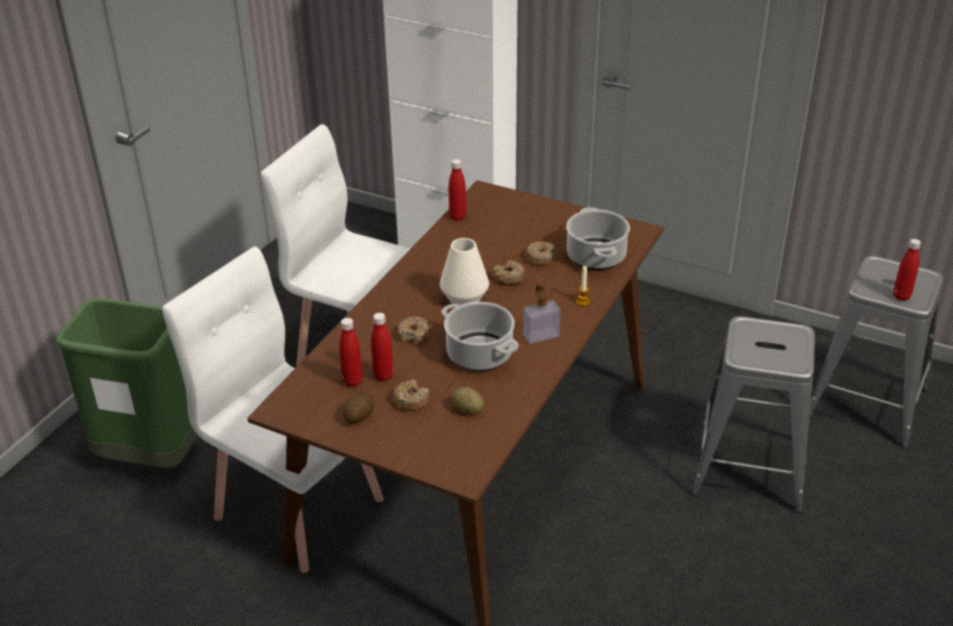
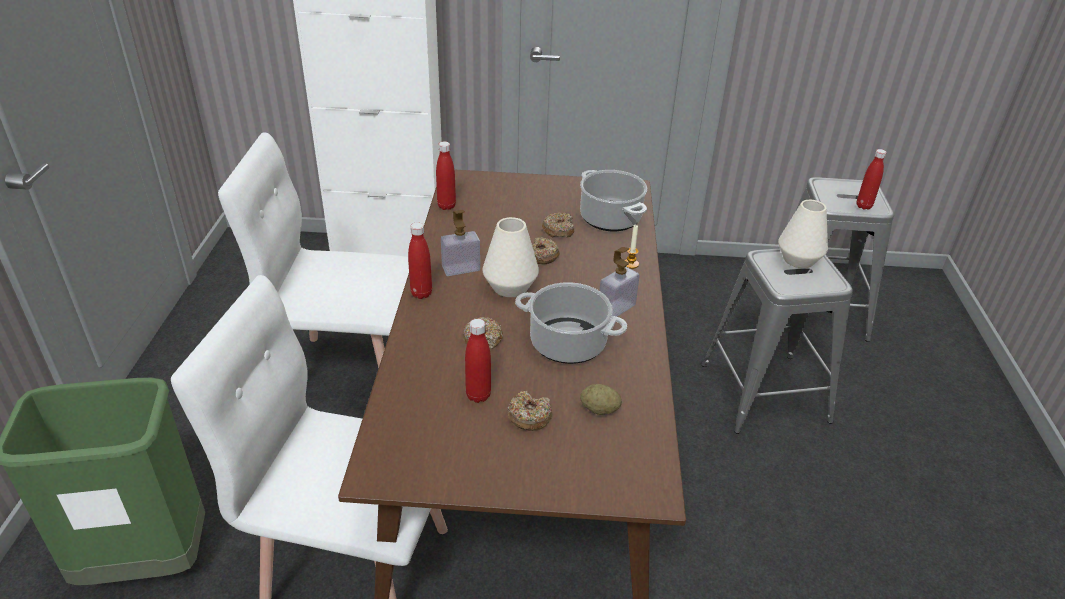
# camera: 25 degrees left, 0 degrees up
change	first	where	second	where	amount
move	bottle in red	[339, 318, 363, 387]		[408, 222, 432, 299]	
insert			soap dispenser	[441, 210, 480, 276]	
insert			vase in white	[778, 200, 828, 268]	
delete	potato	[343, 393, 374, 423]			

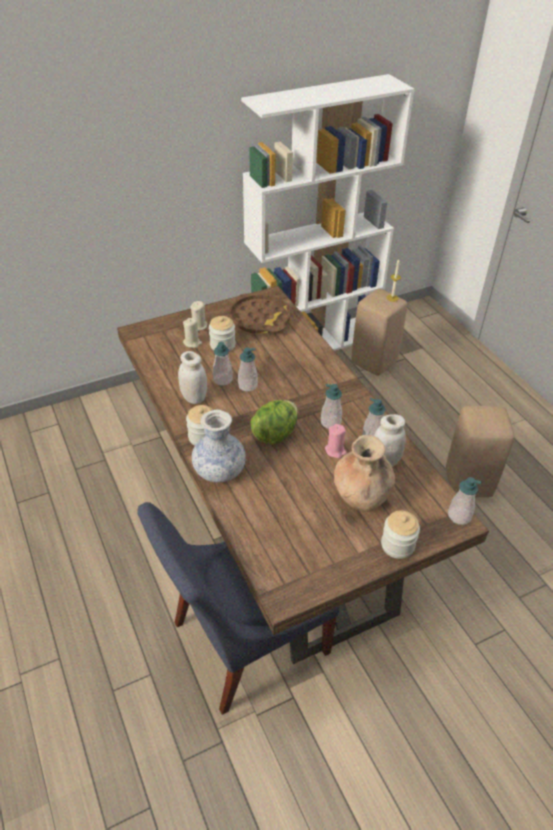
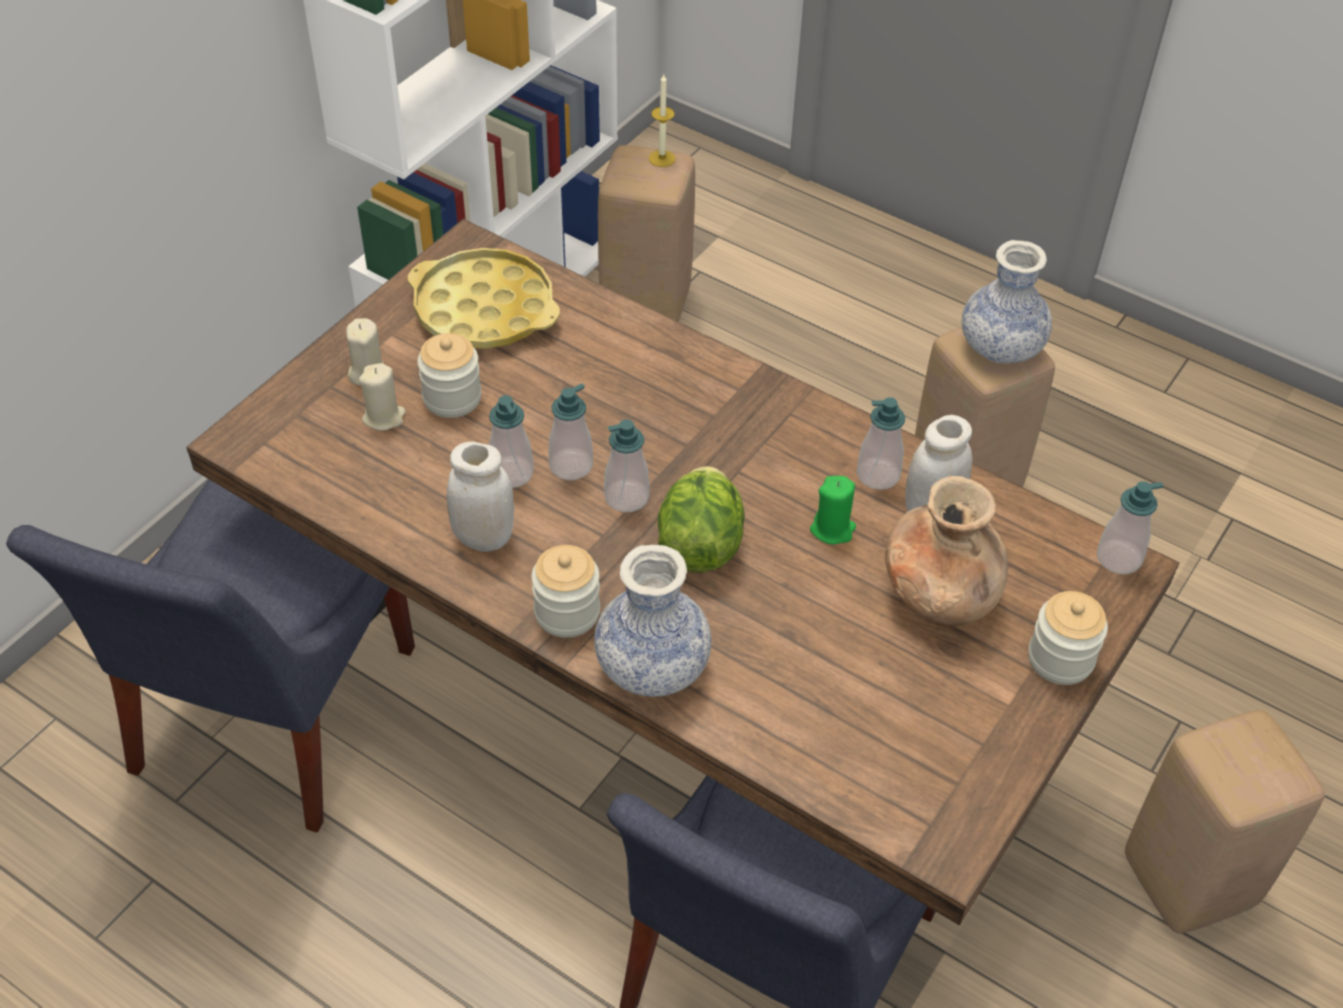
# camera: 30 degrees left, 5 degrees up
change	first	where	second	where	amount
insert			chair in blue	[6, 480, 415, 832]	
recolor	tray in brown	[230, 293, 290, 334]	tray in yellow	[408, 248, 560, 349]	
move	soap dispenser	[321, 384, 342, 429]		[604, 419, 650, 513]	
recolor	candle in pink	[325, 424, 347, 458]	candle in green	[810, 476, 856, 545]	
insert			vase	[962, 240, 1052, 364]	
insert			stool in beige	[1125, 710, 1325, 934]	

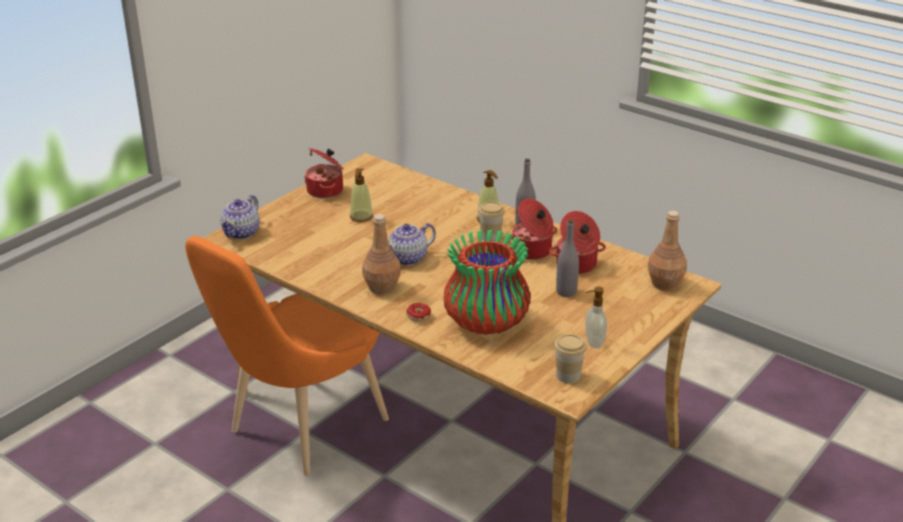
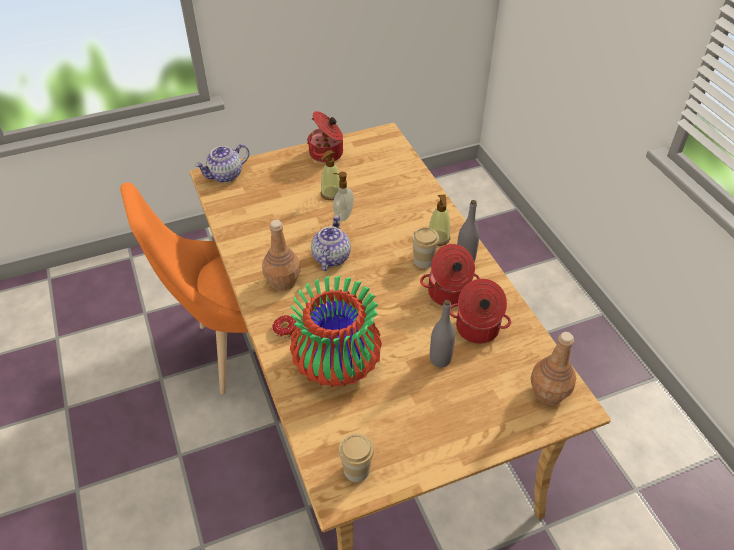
# camera: 30 degrees right, 15 degrees up
change	first	where	second	where	amount
rotate	teapot	[388, 223, 436, 265]		[311, 215, 351, 271]	105 degrees clockwise
move	soap dispenser	[585, 287, 607, 348]		[333, 172, 354, 221]	

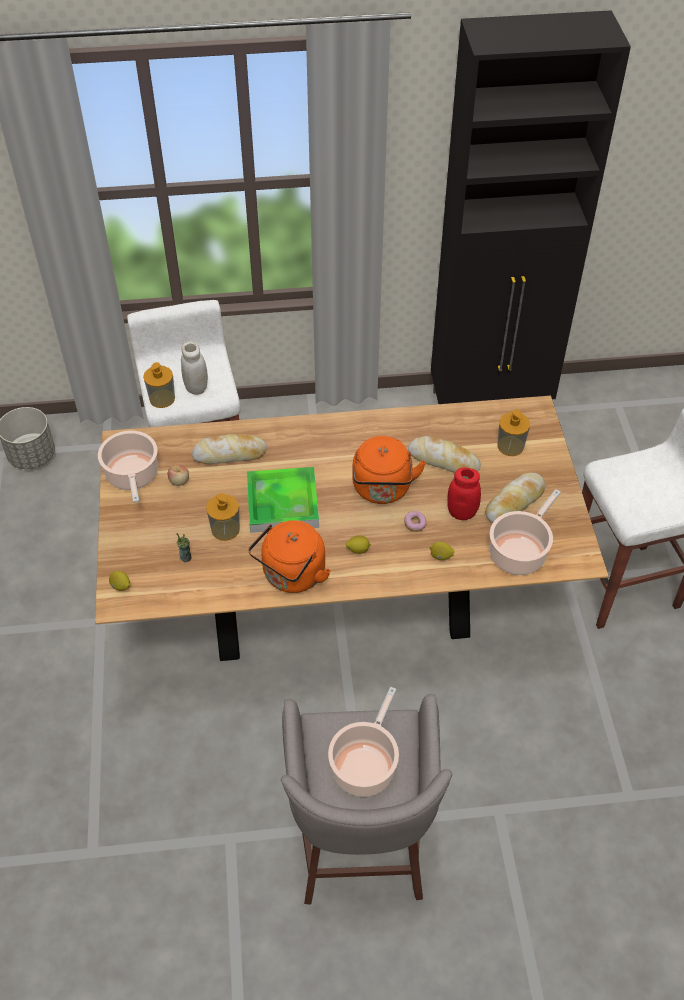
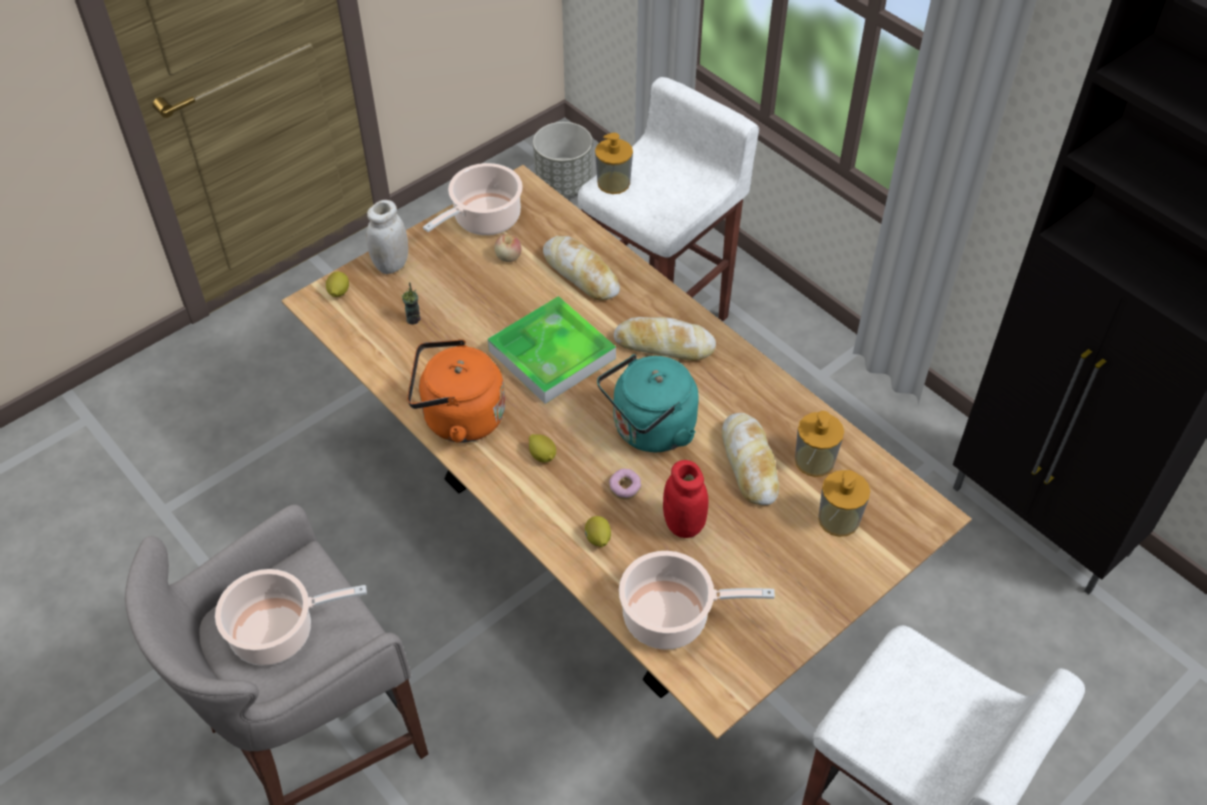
# camera: 55 degrees right, 0 degrees up
change	first	where	second	where	amount
move	jar in white	[181, 341, 208, 395]		[366, 200, 408, 274]	
recolor	kettle in orange	[352, 436, 426, 504]	kettle in turquoise	[597, 354, 699, 452]	
move	bread	[485, 473, 545, 523]		[614, 317, 716, 361]	
move	soap dispenser	[206, 493, 240, 541]		[795, 411, 844, 477]	

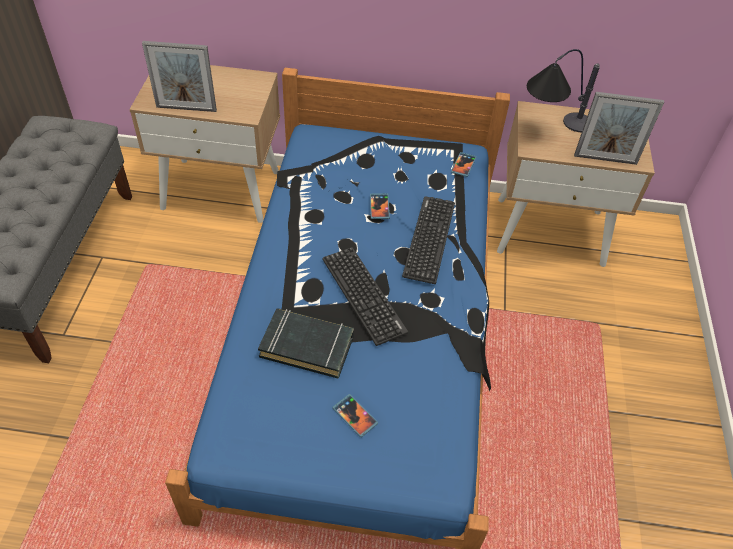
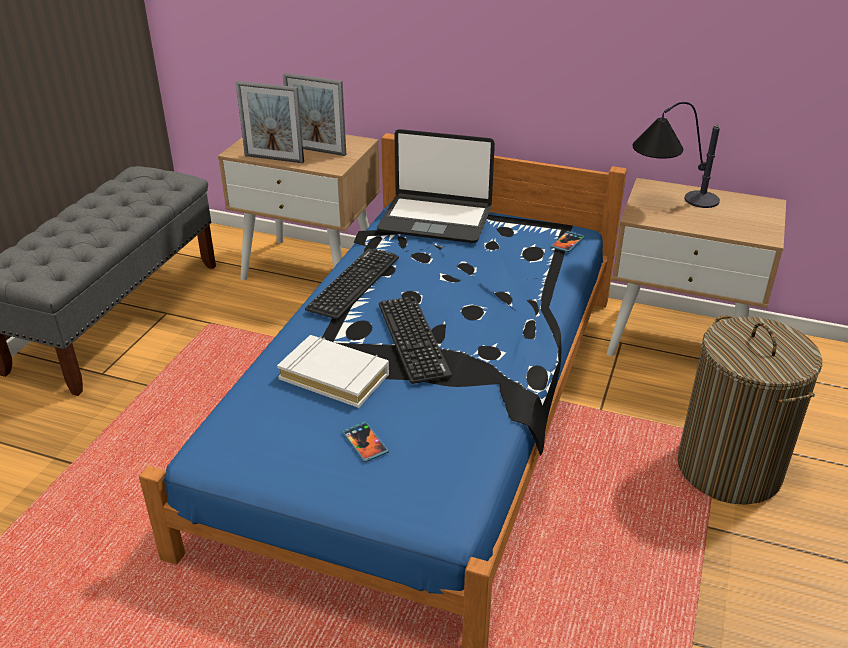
# camera: 15 degrees right, 15 degrees down
change	first	where	second	where	amount
recolor	book in black	[258, 308, 354, 379]	book in white	[277, 335, 389, 408]	
move	picture frame	[574, 92, 664, 165]		[283, 73, 346, 156]	
move	keyboard	[402, 196, 455, 284]		[305, 248, 399, 319]	
insert			laptop	[377, 129, 495, 243]	
insert			laundry basket	[677, 316, 822, 505]	
delete	phone	[370, 193, 390, 219]			

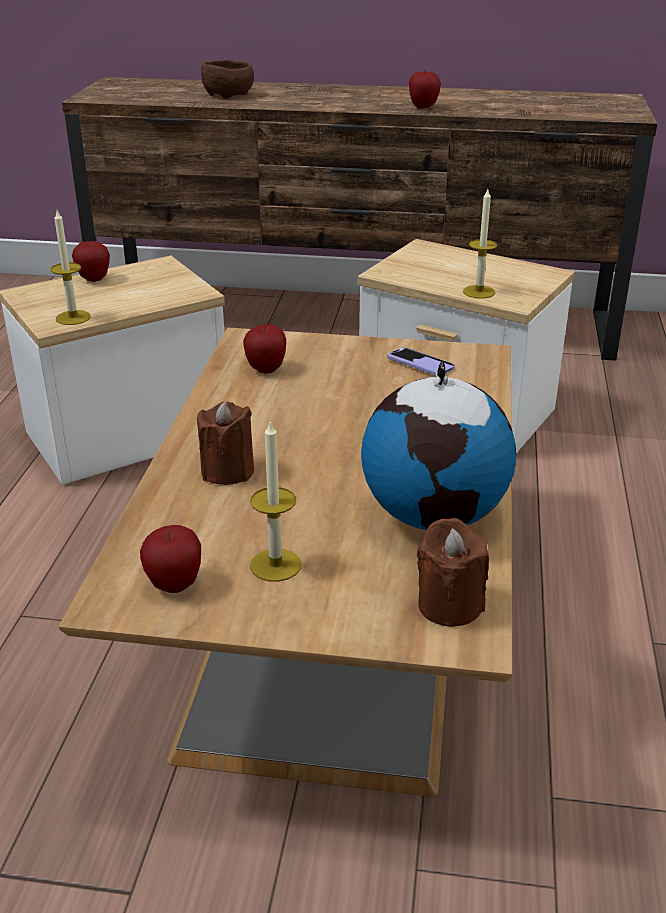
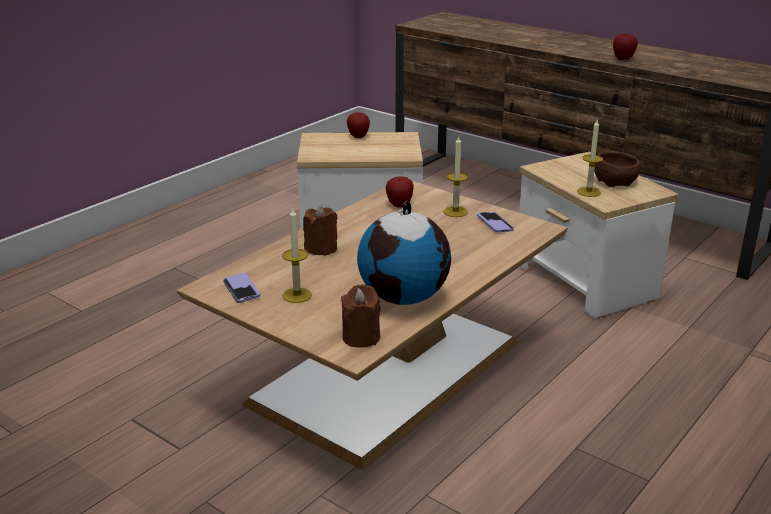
# camera: 30 degrees right, 5 degrees down
change	first	where	second	where	amount
replace	apple	[140, 525, 201, 593]	phone	[223, 273, 260, 303]	
move	candle	[51, 211, 91, 325]		[443, 135, 468, 217]	
move	bowl in brown	[201, 60, 254, 98]		[594, 152, 640, 187]	

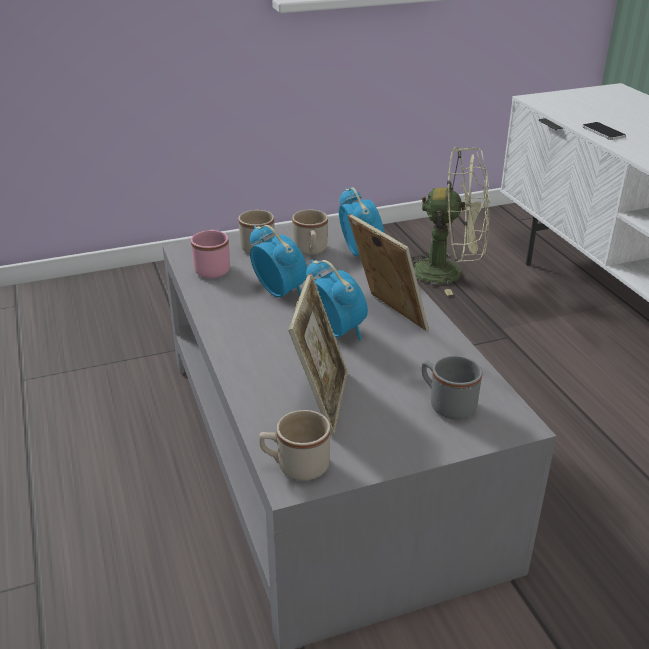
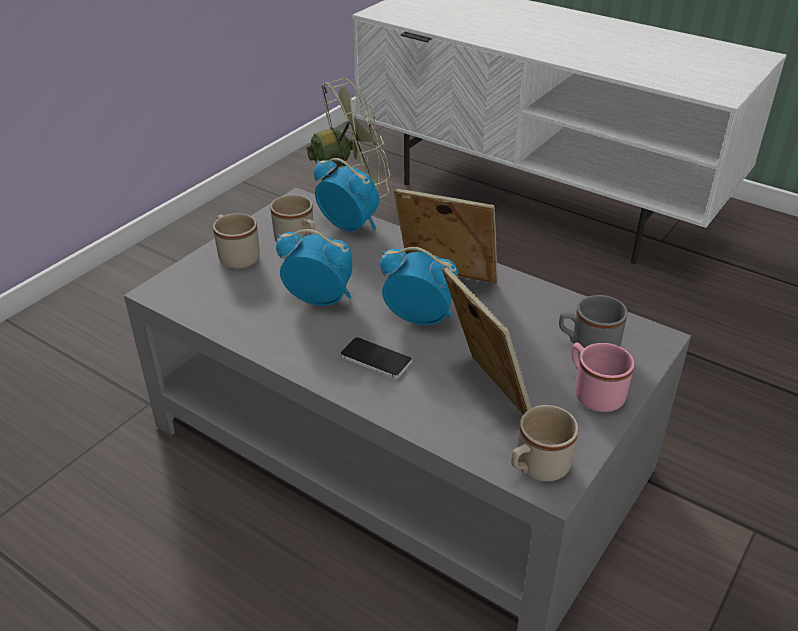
# camera: 35 degrees left, 5 degrees up
change	first	where	second	where	amount
move	phone	[582, 122, 626, 140]		[340, 337, 412, 379]	
move	mug in pink	[191, 230, 230, 278]		[572, 343, 635, 412]	

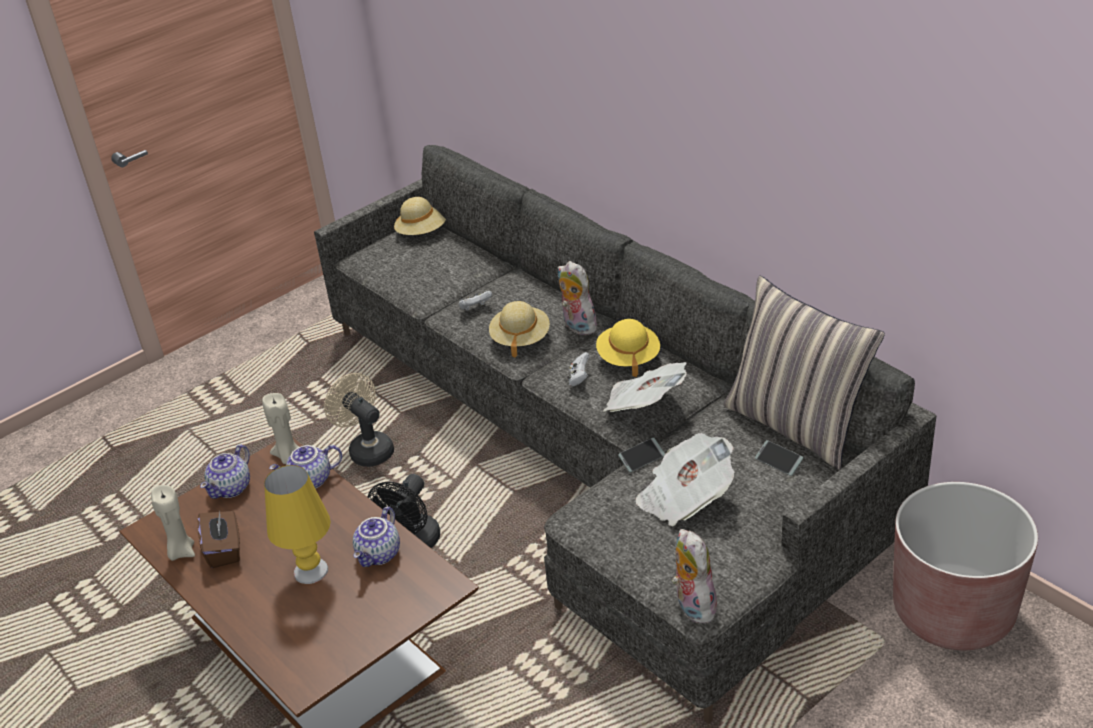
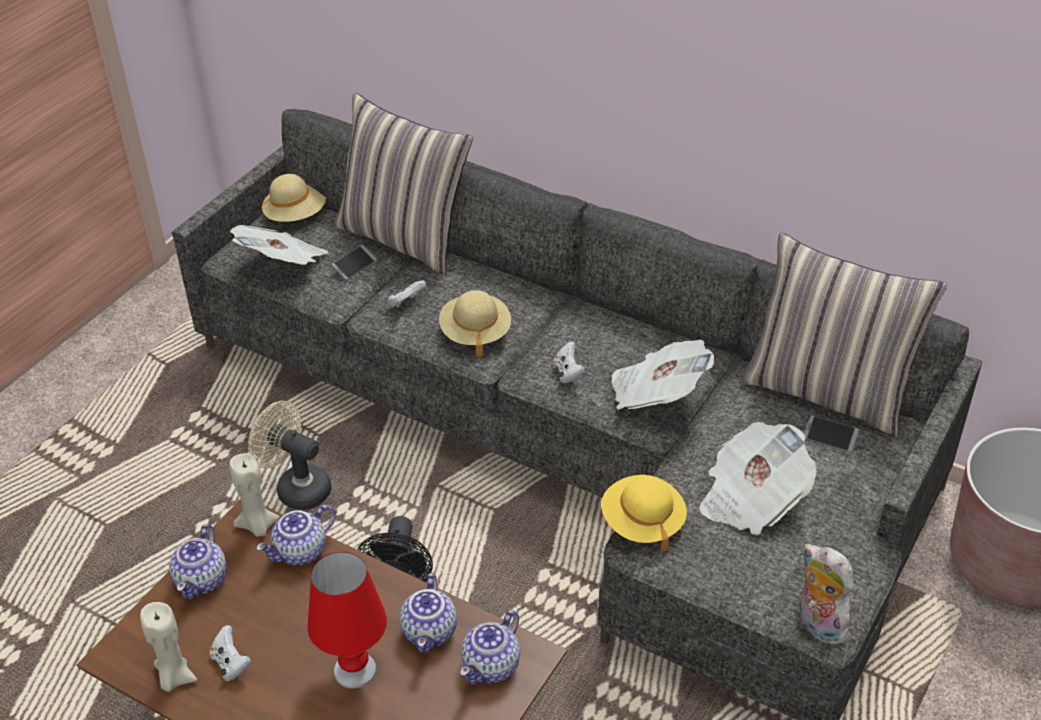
# camera: 20 degrees left, 5 degrees up
change	first	where	second	where	amount
replace	tissue box in brown	[198, 511, 240, 568]	game controller in white	[210, 625, 251, 681]	
insert			newspaper	[230, 225, 328, 265]	
recolor	table lamp in yellow	[264, 465, 331, 584]	table lamp in red	[307, 552, 387, 688]	
move	phone	[618, 438, 665, 472]		[332, 245, 377, 280]	
insert			pillow	[334, 93, 473, 275]	
insert			teapot	[460, 610, 520, 684]	
move	hat in yellow	[596, 319, 660, 377]		[601, 475, 687, 551]	
delete	plush toy	[557, 261, 598, 335]			

